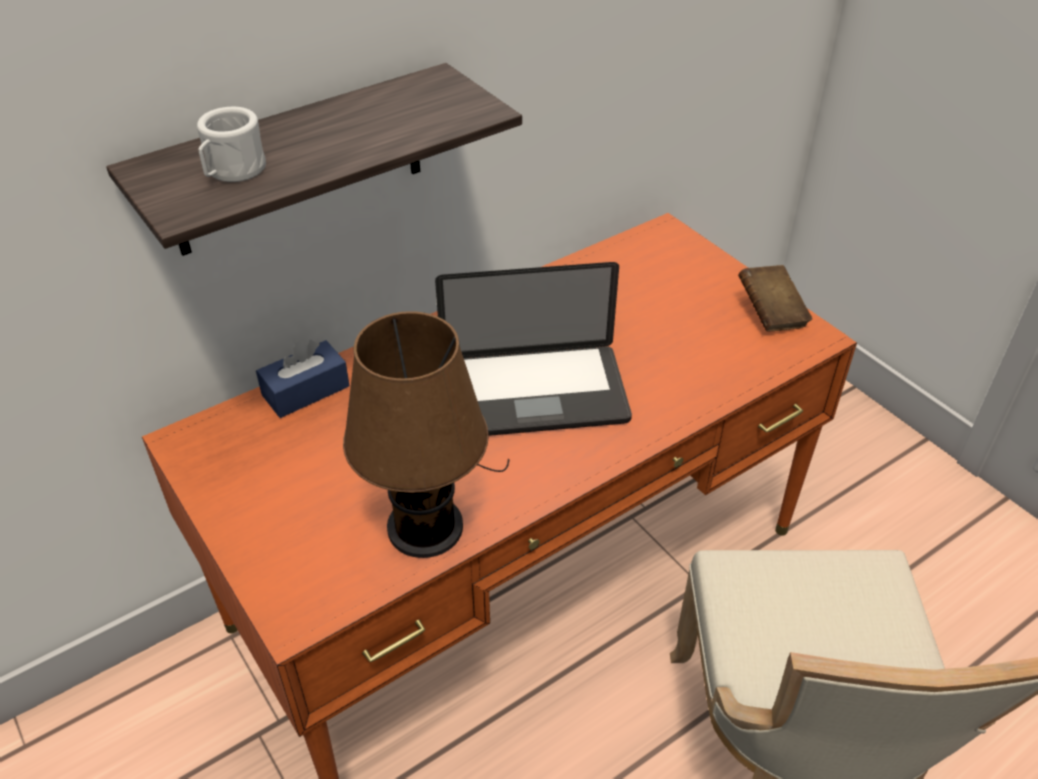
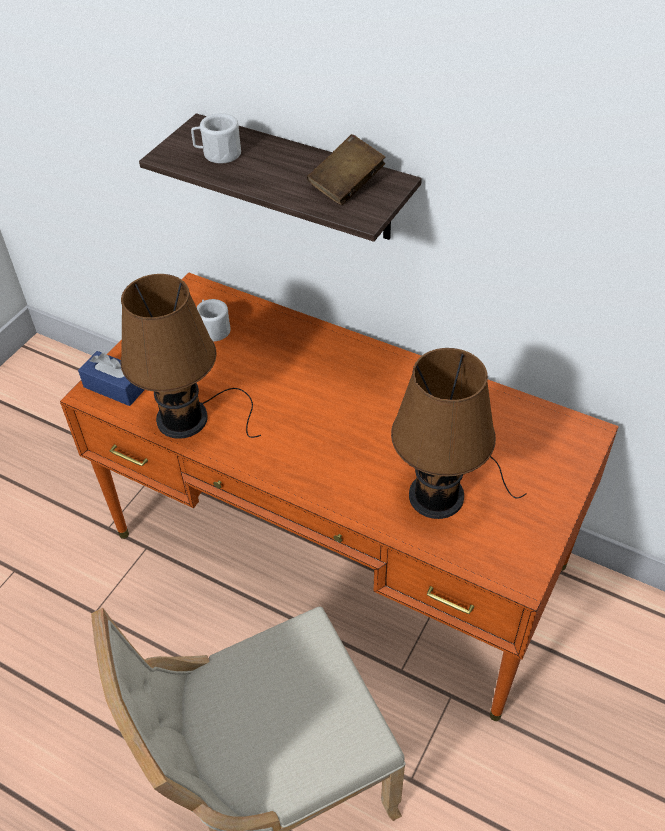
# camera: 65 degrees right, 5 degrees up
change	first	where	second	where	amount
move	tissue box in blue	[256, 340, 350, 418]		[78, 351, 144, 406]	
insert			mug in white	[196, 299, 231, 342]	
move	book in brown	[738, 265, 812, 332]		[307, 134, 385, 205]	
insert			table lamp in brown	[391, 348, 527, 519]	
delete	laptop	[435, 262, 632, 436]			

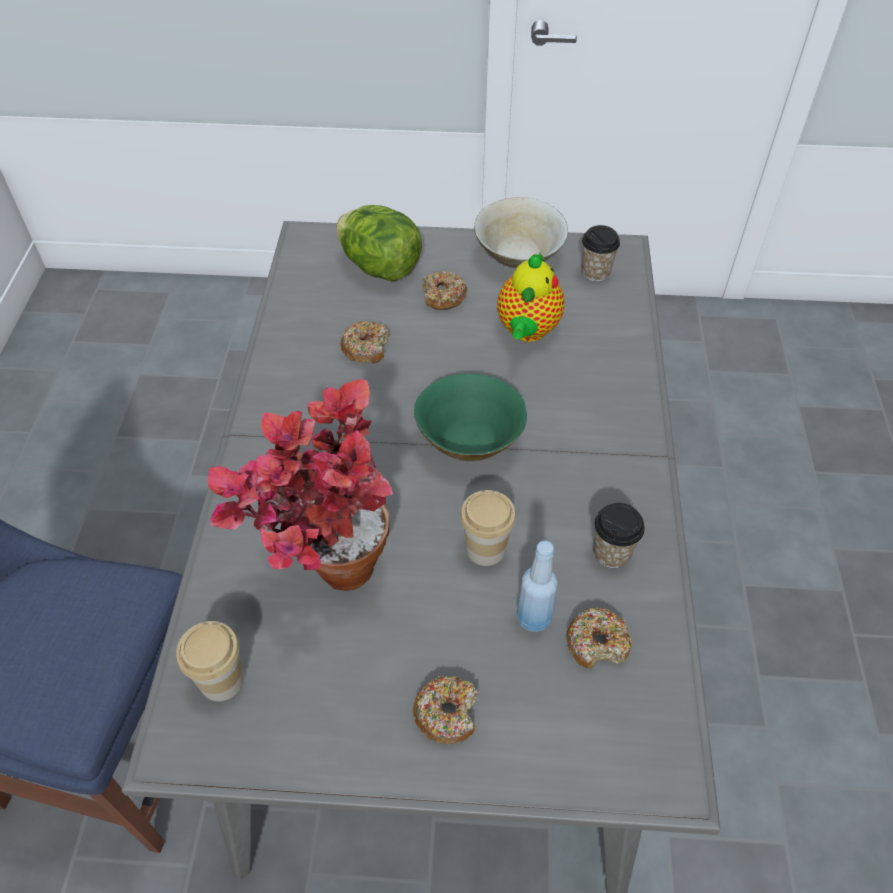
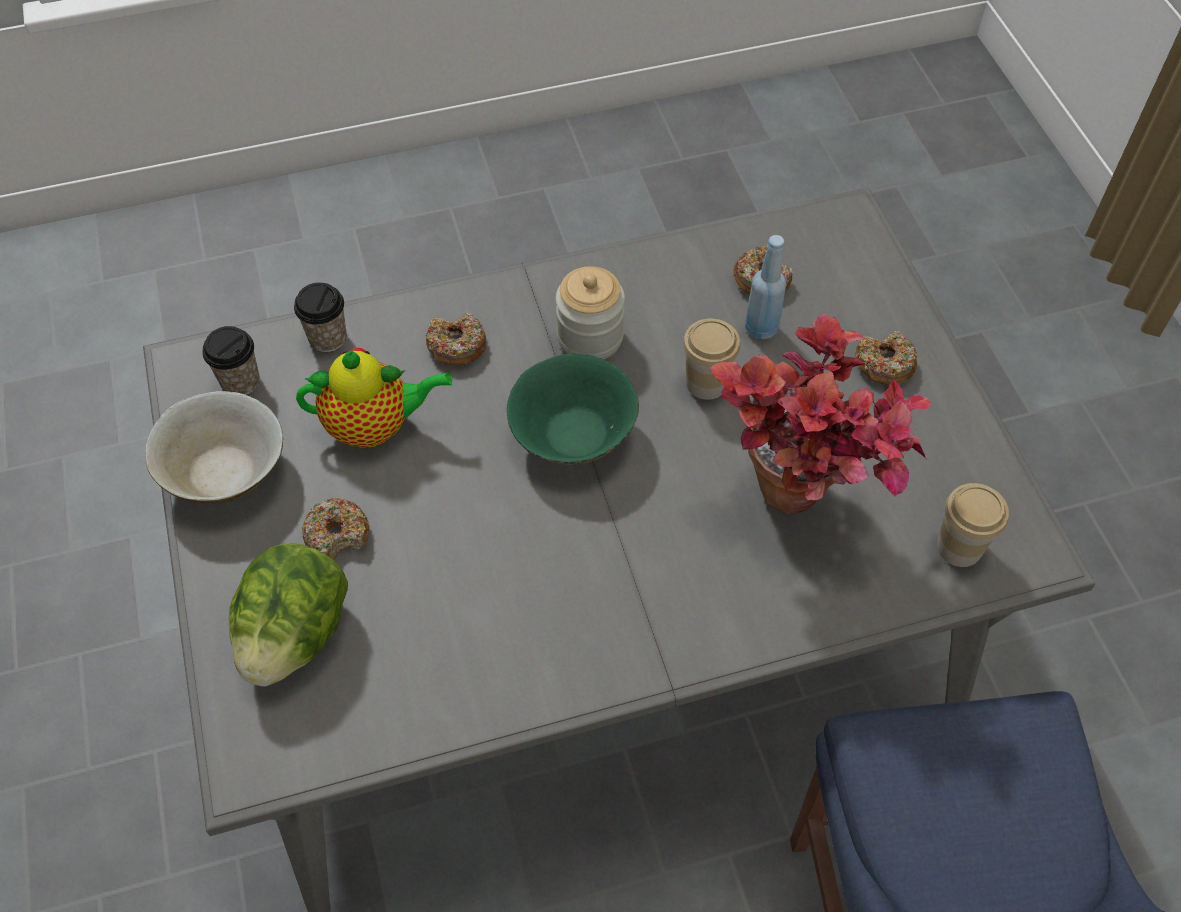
# camera: 110 degrees left, 5 degrees up
change	first	where	second	where	amount
move	cup	[594, 503, 645, 568]		[294, 282, 347, 352]	
move	donut	[340, 321, 389, 364]		[426, 313, 487, 366]	
insert			jar	[556, 266, 625, 359]	

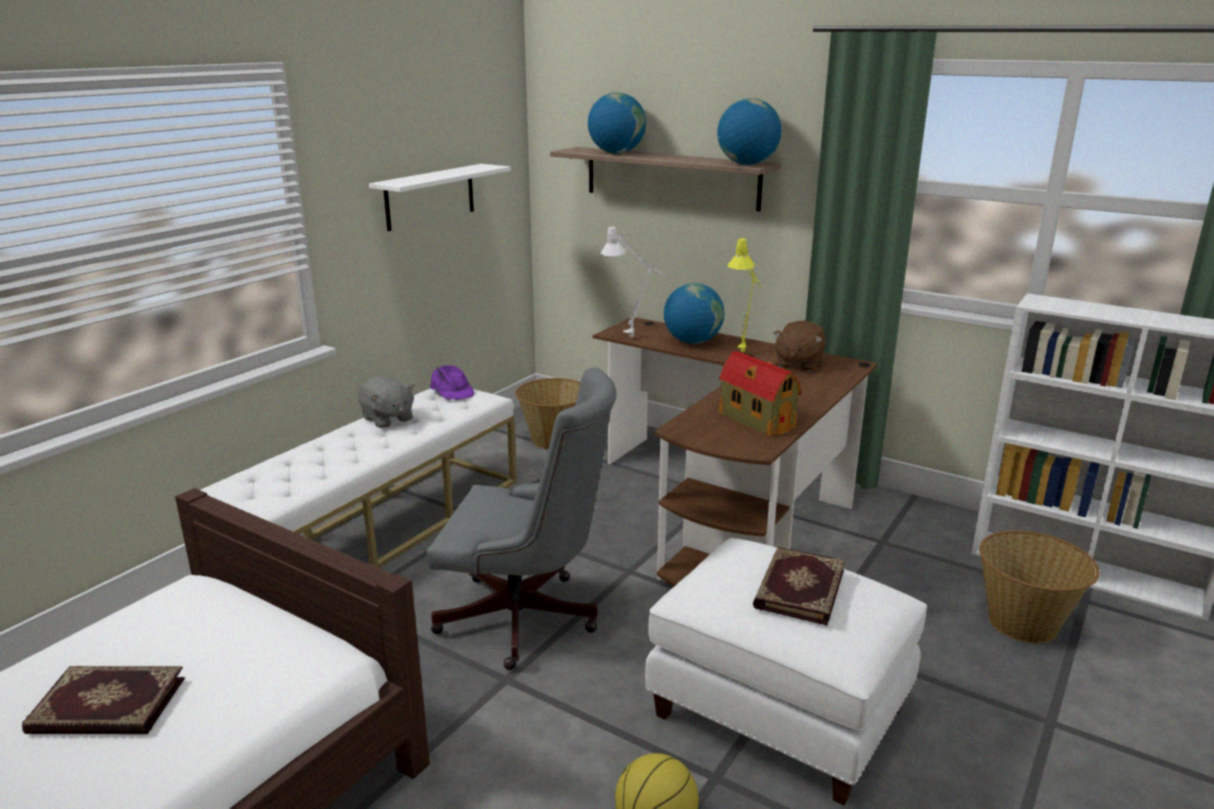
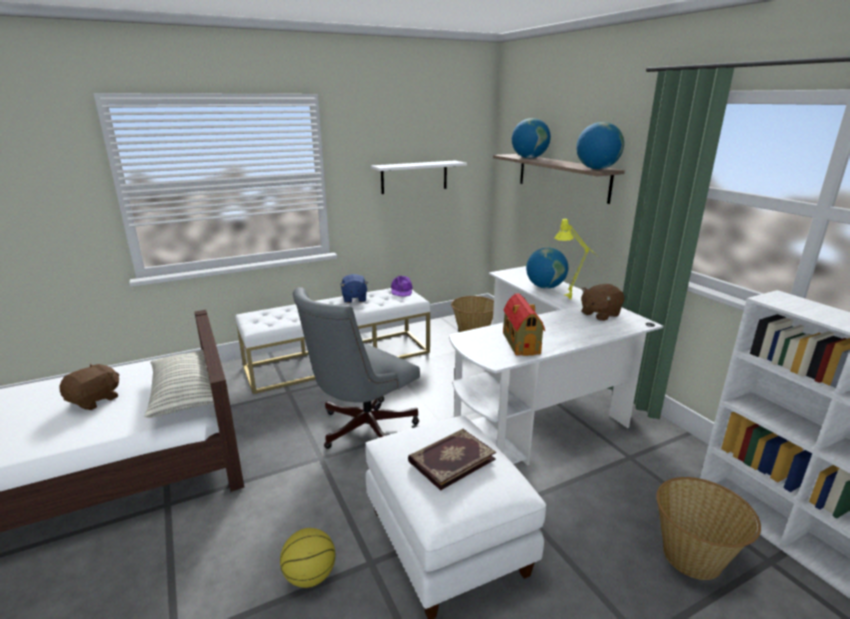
# camera: 30 degrees right, 0 degrees up
change	first	where	second	where	amount
replace	book	[22, 666, 185, 734]	plush toy in brown	[60, 363, 119, 410]	
insert			pillow	[144, 350, 214, 418]	
rotate	office chair in grey	[427, 367, 616, 670]		[293, 287, 420, 449]	90 degrees clockwise
recolor	plush toy in grey	[358, 376, 415, 428]	plush toy in blue	[340, 274, 368, 303]	
recolor	desk in brown	[593, 317, 878, 586]	desk in white	[449, 266, 663, 466]	
delete	table lamp in white	[600, 227, 668, 337]			

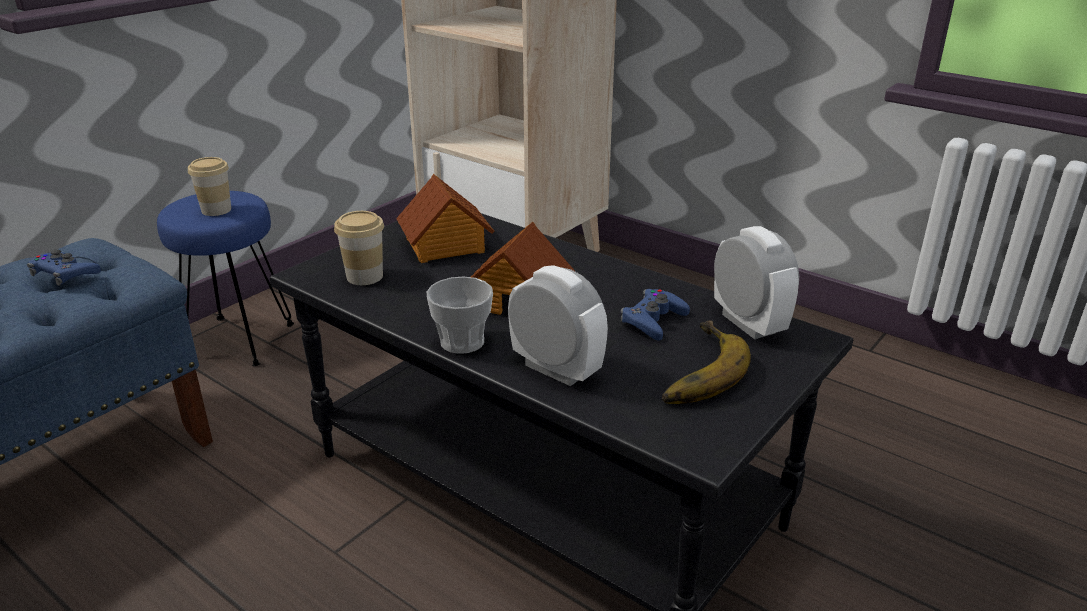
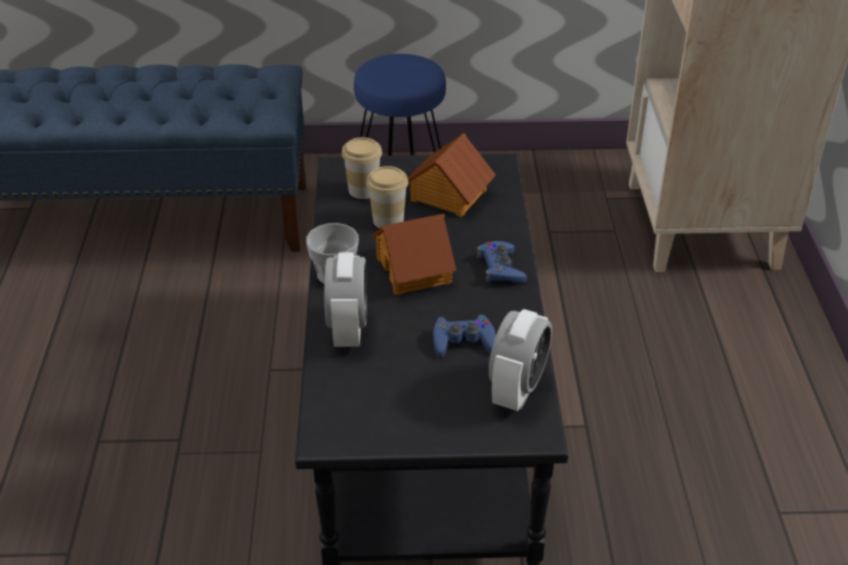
# camera: 50 degrees right, 10 degrees up
change	first	where	second	where	amount
move	cup	[188, 157, 231, 216]		[366, 166, 408, 228]	
move	game controller in blue	[27, 249, 101, 286]		[477, 241, 527, 283]	
delete	banana	[662, 320, 751, 404]			

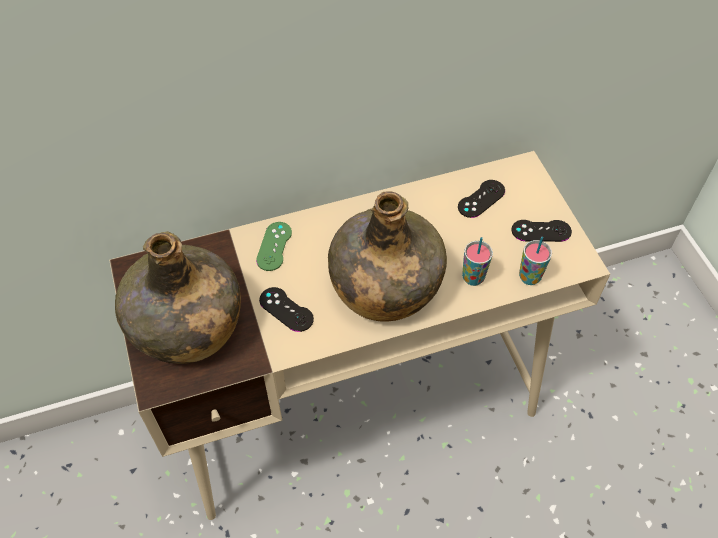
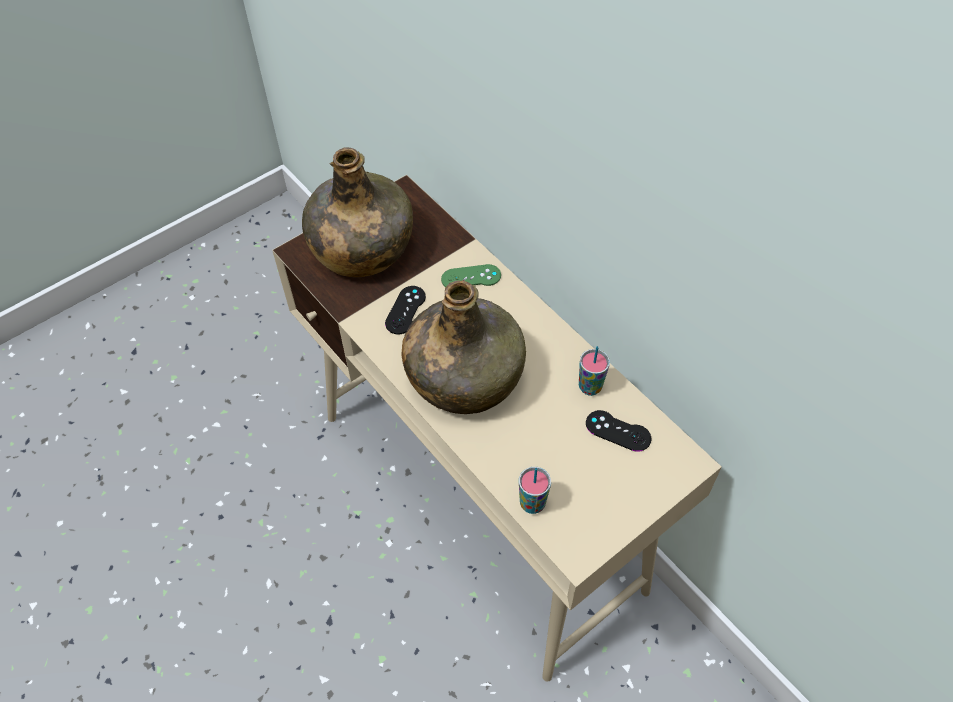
# camera: 70 degrees right, 0 degrees up
change	first	where	second	where	amount
move	cup	[462, 237, 493, 286]		[579, 346, 610, 396]	
delete	game controller in black	[512, 220, 572, 242]			

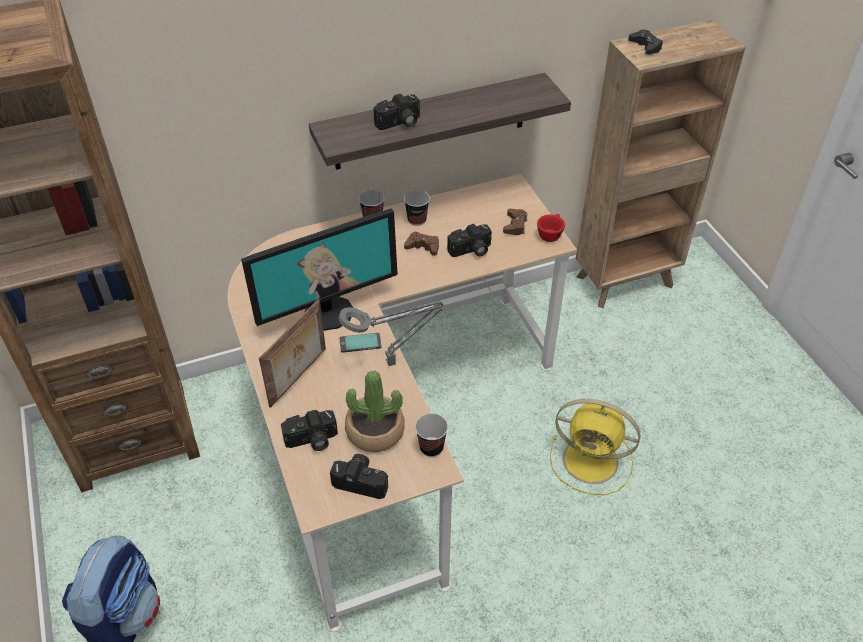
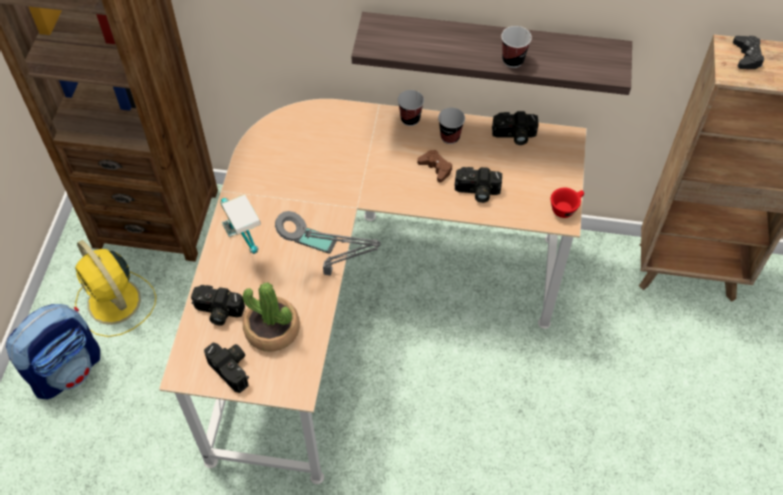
# camera: 30 degrees right, 10 degrees up
change	first	where	second	where	amount
move	fan in yellow	[550, 399, 640, 495]		[75, 240, 156, 337]	
replace	picture frame	[259, 299, 326, 408]	table lamp	[220, 194, 261, 254]	
move	photo camera	[373, 93, 420, 130]		[492, 111, 539, 145]	
move	cup	[415, 413, 448, 457]		[501, 26, 532, 68]	
delete	monitor	[241, 208, 398, 331]			
delete	game controller in brown	[503, 209, 527, 235]			

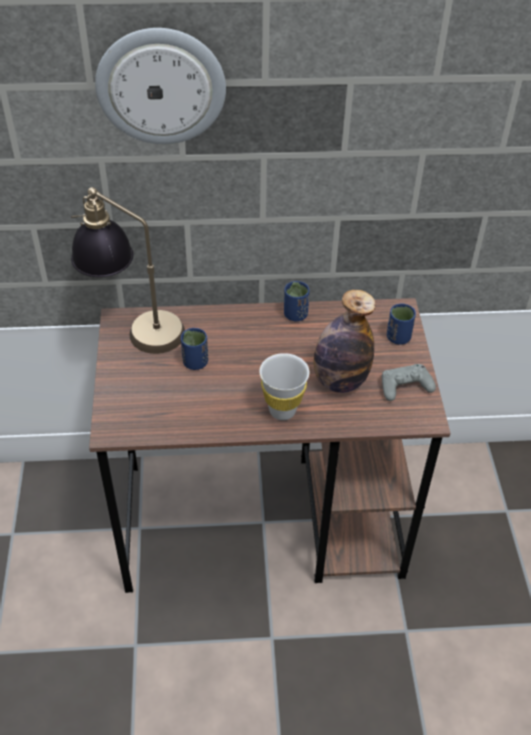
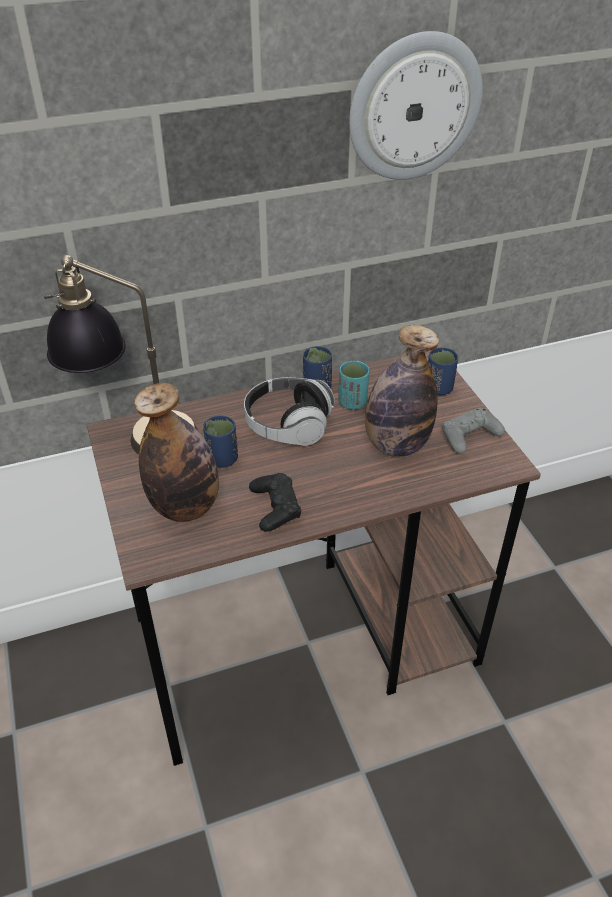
# camera: 15 degrees left, 5 degrees down
change	first	where	second	where	amount
insert			bottle	[134, 383, 219, 522]	
insert			headphones	[244, 377, 335, 446]	
insert			game controller in black	[249, 473, 302, 532]	
insert			cup in turquoise	[338, 361, 369, 410]	
move	wall clock	[95, 28, 226, 144]		[349, 31, 483, 180]	
delete	cup in white	[260, 353, 309, 420]			

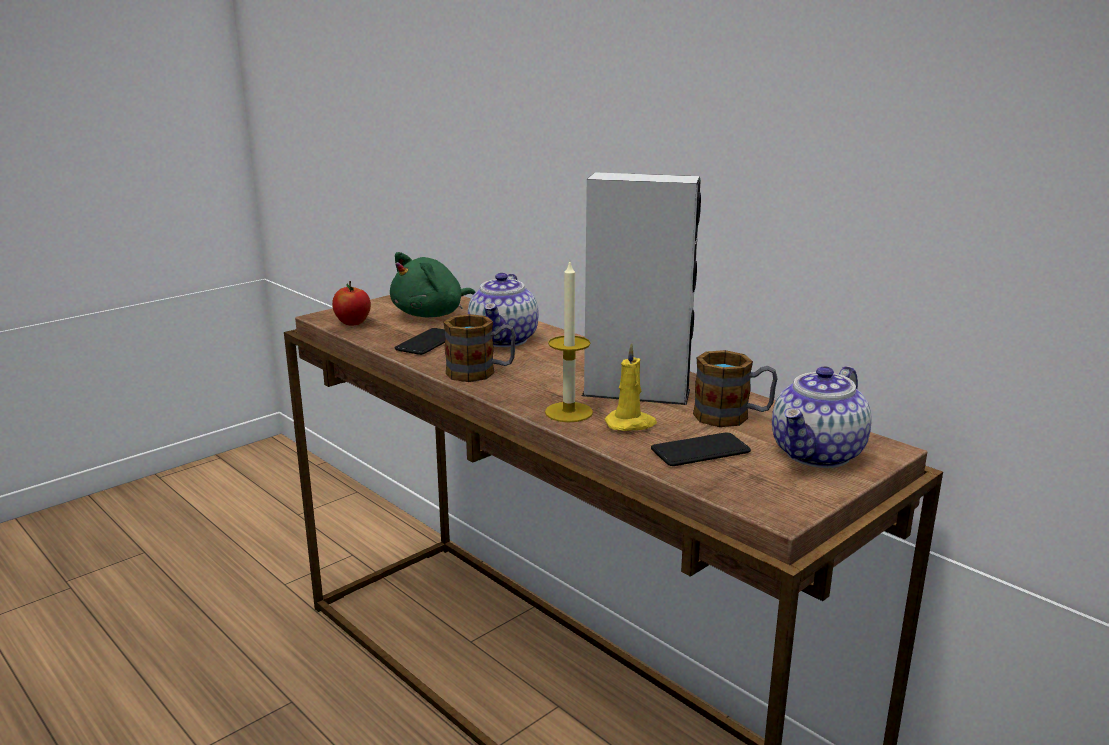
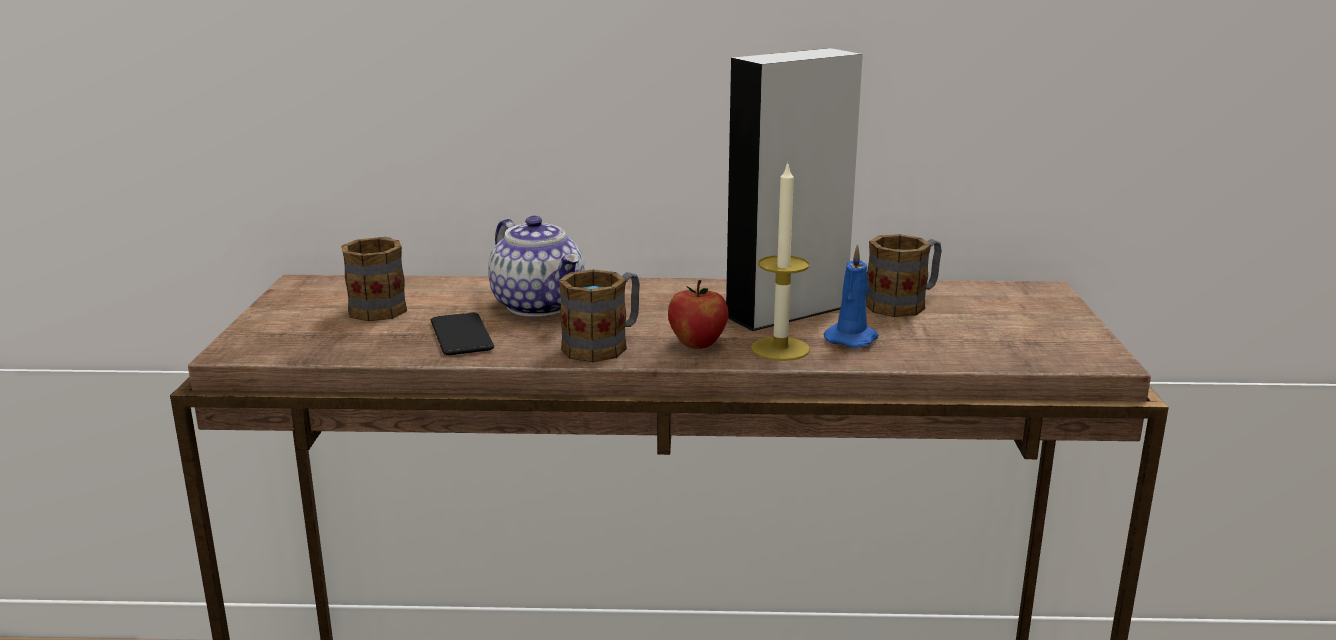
# camera: 45 degrees left, 0 degrees up
change	first	where	second	where	amount
replace	plush toy in green	[390, 252, 475, 317]	mug	[341, 237, 407, 321]	
move	apple	[332, 281, 371, 326]		[668, 280, 728, 349]	
recolor	candle in yellow	[605, 343, 657, 431]	candle in blue	[824, 244, 878, 348]	
delete	phone	[651, 432, 751, 466]			
delete	teapot	[772, 366, 872, 468]			

